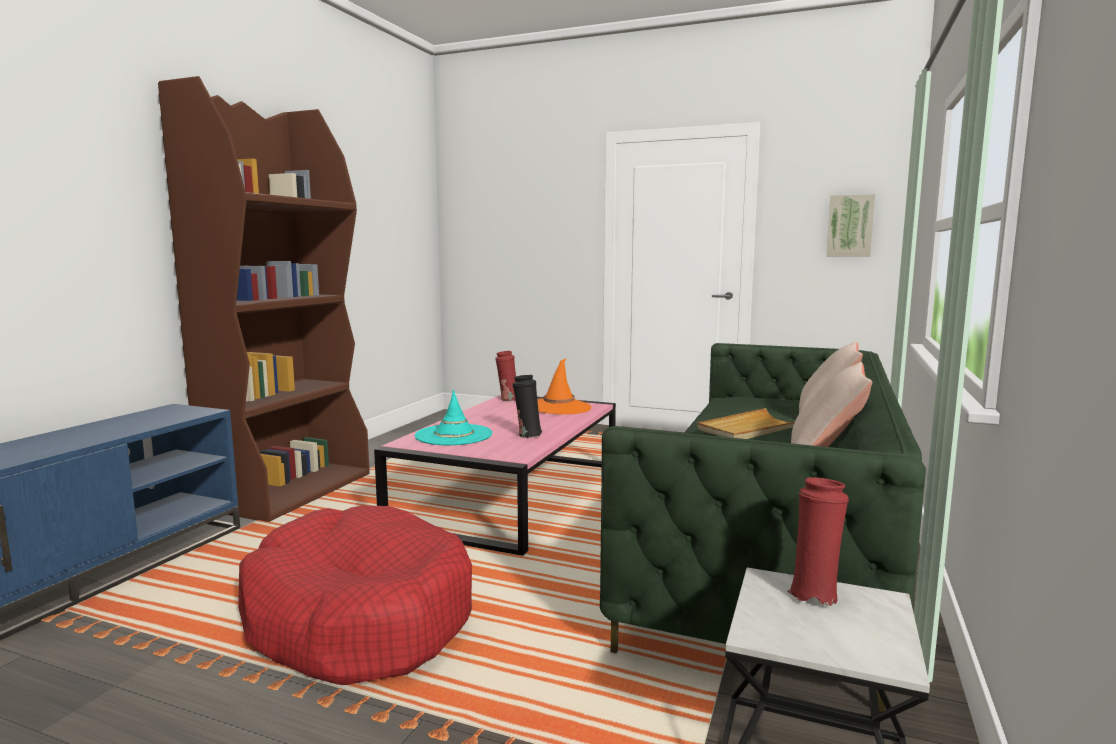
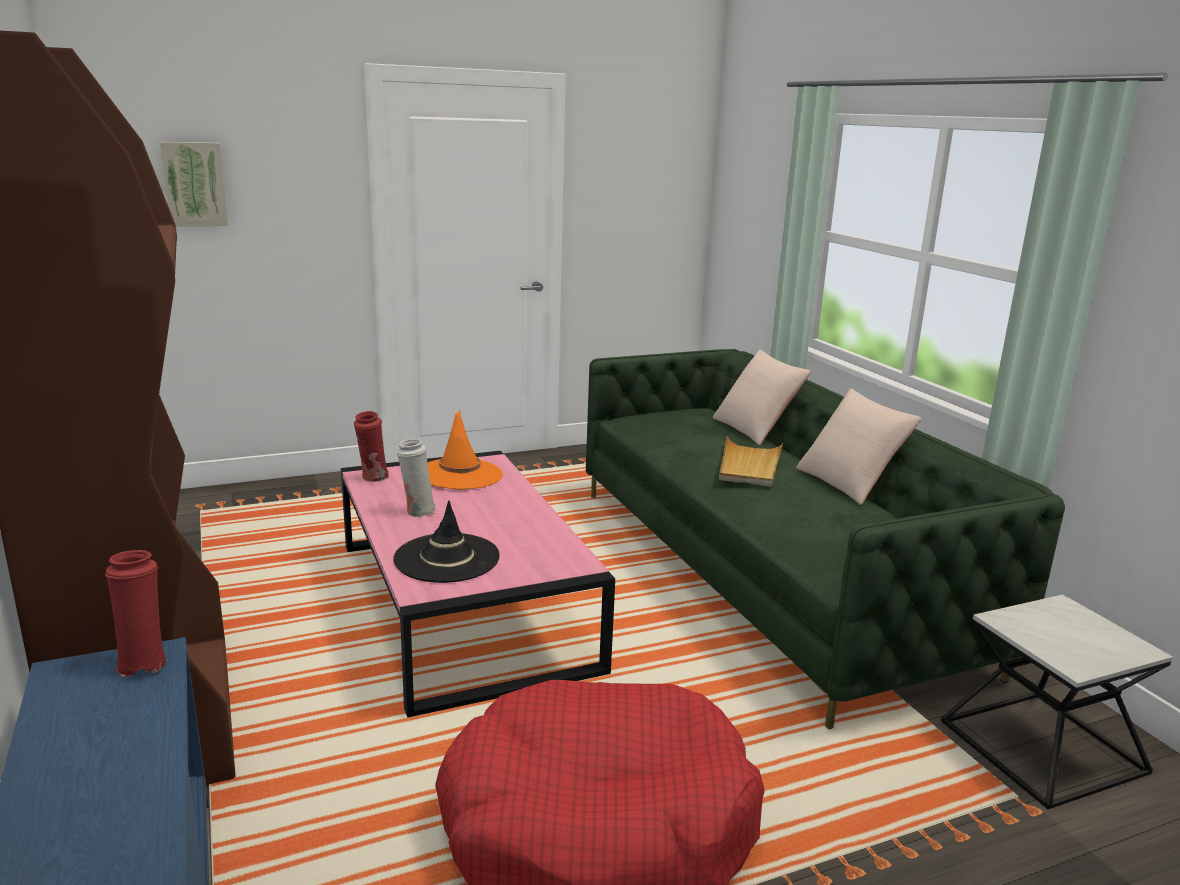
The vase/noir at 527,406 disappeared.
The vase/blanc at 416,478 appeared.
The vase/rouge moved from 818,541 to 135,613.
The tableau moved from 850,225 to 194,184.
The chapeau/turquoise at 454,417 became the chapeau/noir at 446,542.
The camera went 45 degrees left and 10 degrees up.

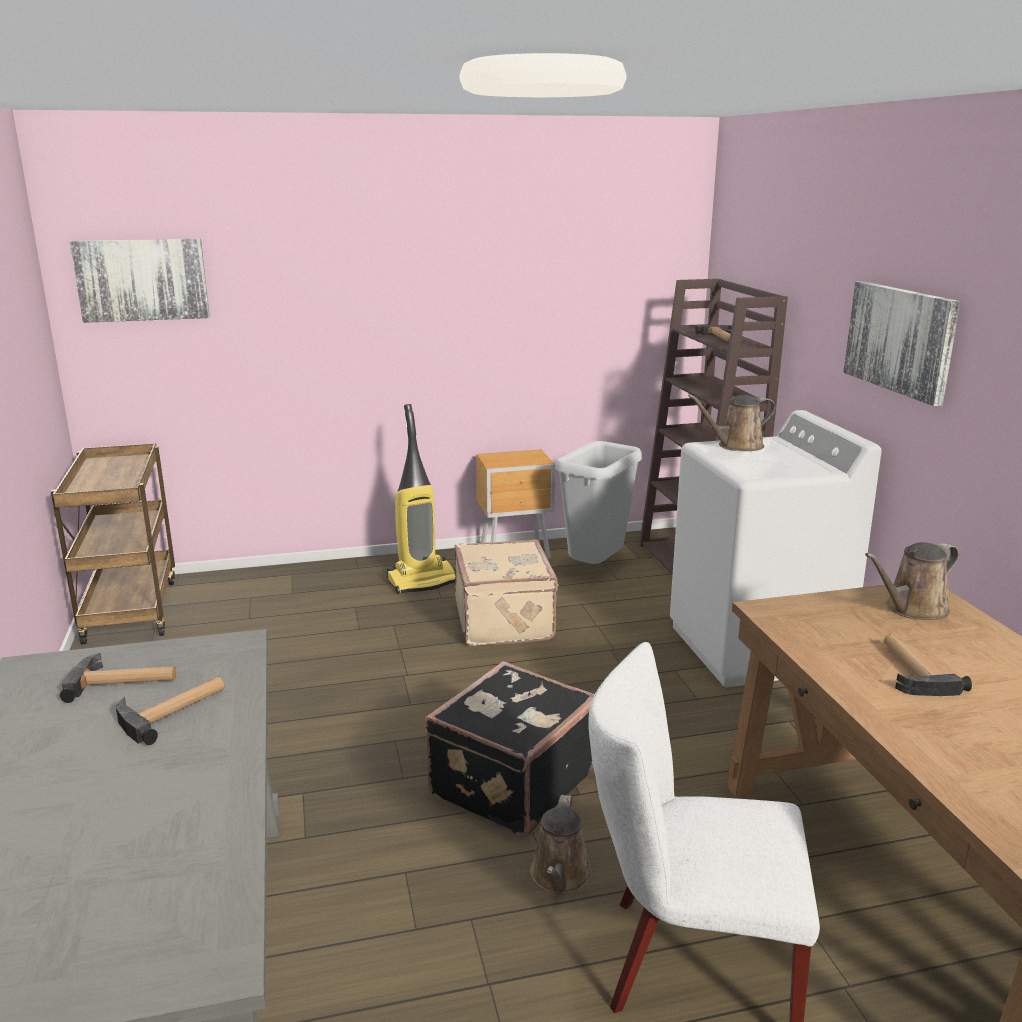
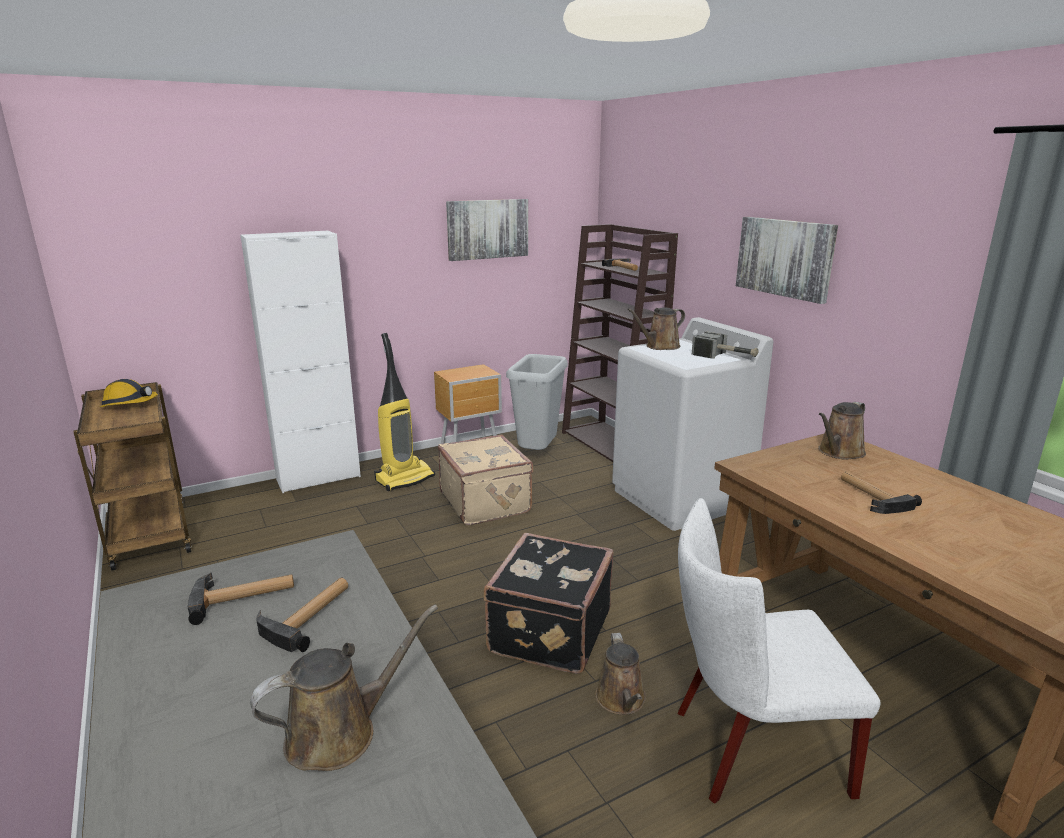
The casque de chantier at 129,393 appeared.
The meuble de rangement/blanc at 300,361 appeared.
The arrosoir/marron at 344,688 appeared.
The marteau at 725,345 appeared.
The tableau moved from 140,281 to 487,230.
The camera went 15 degrees left and 0 degrees up.

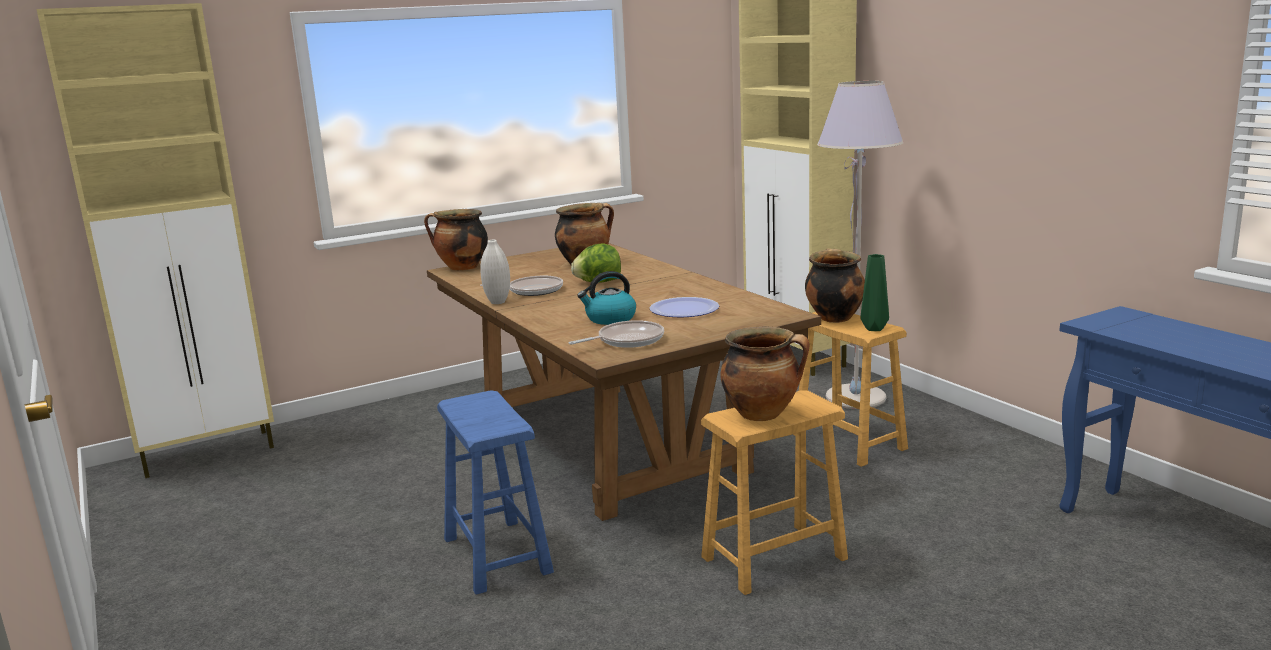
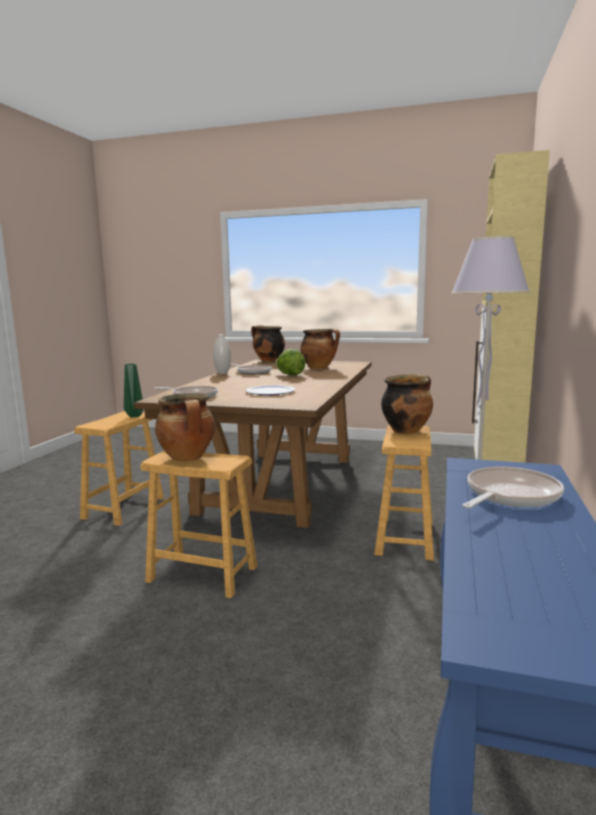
The meuble de rangement/beige at 155,240 disappeared.
The bouilloire at 606,298 disappeared.
The poêle at 513,487 appeared.
The vase/vert moved from 874,292 to 133,390.
The tabouret/bleu at 495,492 became the tabouret/marron at 119,468.
The camera went 45 degrees right and 5 degrees down.

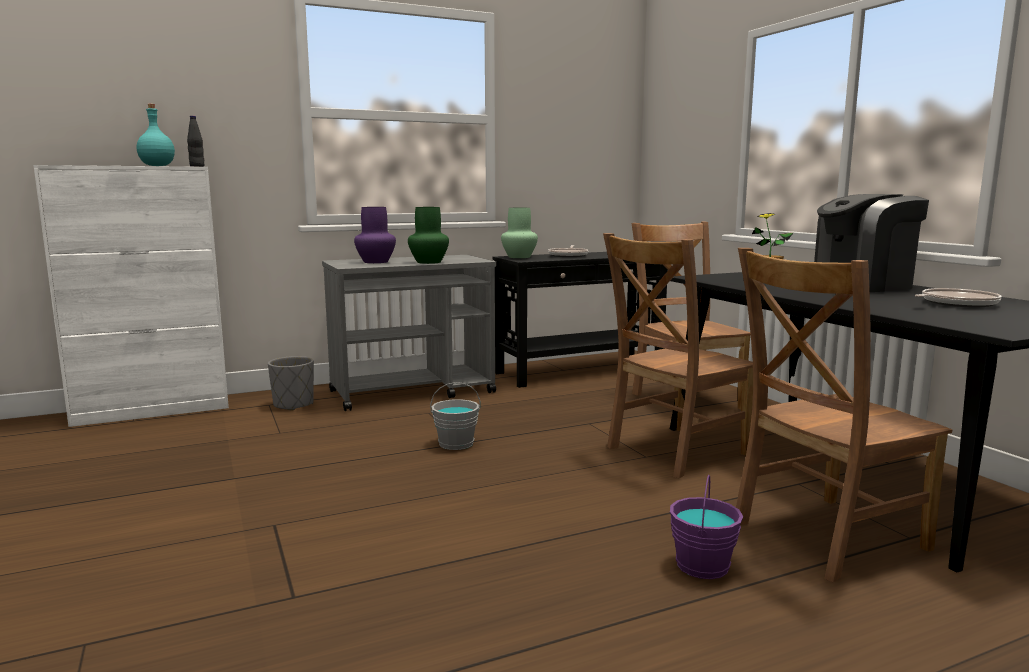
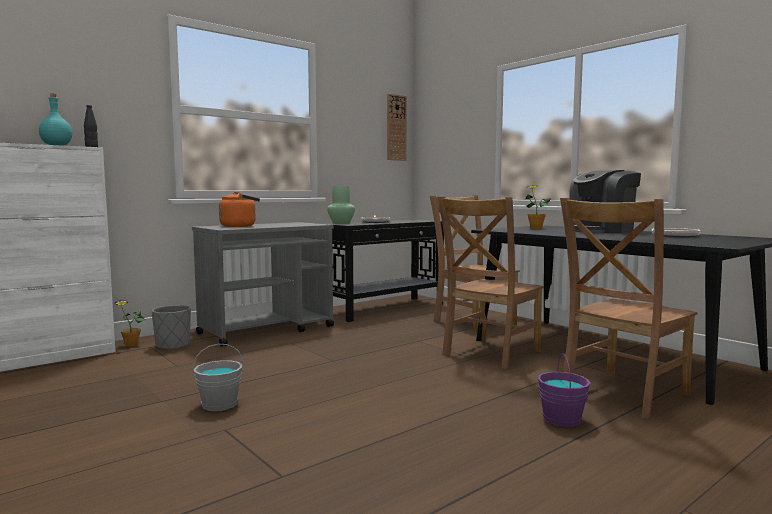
The vase/vert at 428,235 disappeared.
The plante en pot at 129,323 appeared.
The horloge murale at 397,127 appeared.
The seau/gris moved from 455,416 to 217,377.
The vase/violet at 375,235 was replaced by the bouilloire/orange at 239,209.
The camera went 15 degrees left and 5 degrees down.

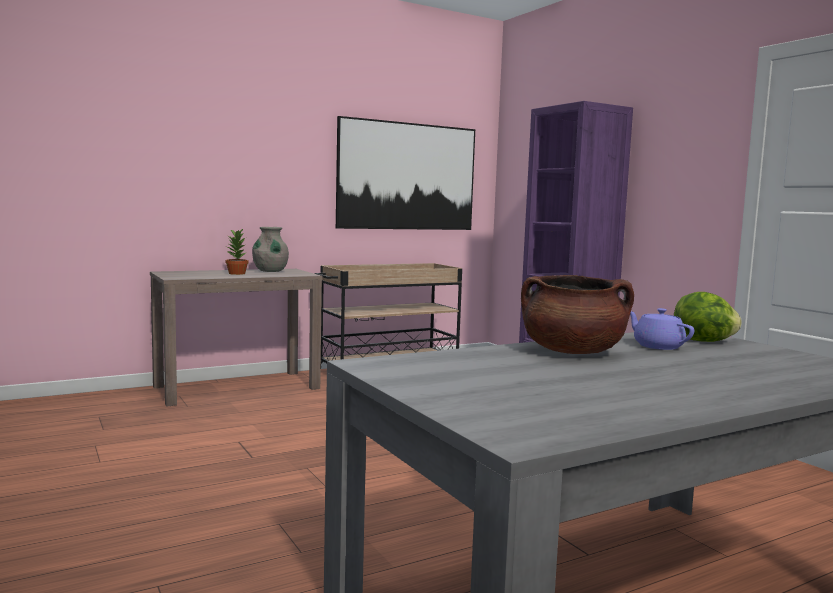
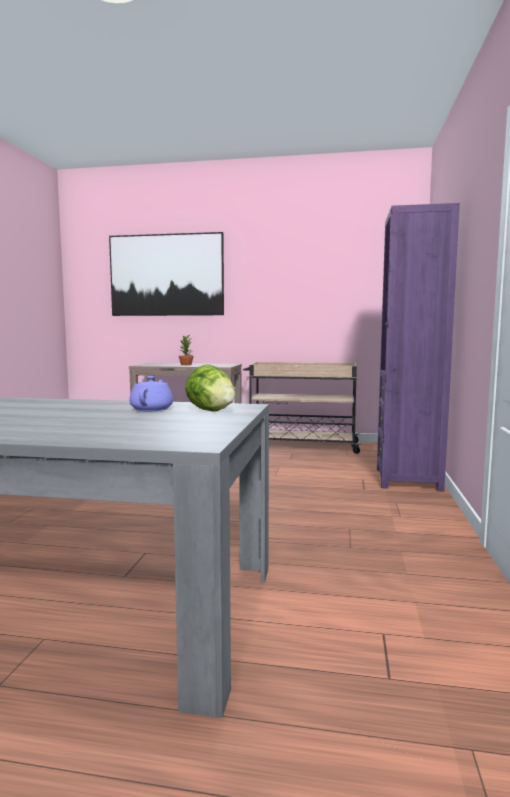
The vase/gris at 270,249 disappeared.
The marmite/marron at 577,314 disappeared.
The tableau moved from 405,173 to 166,274.
The camera went 40 degrees right and 0 degrees up.

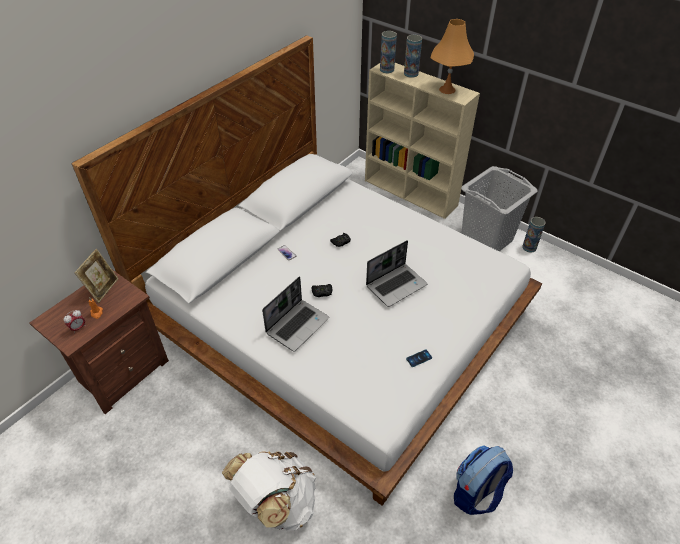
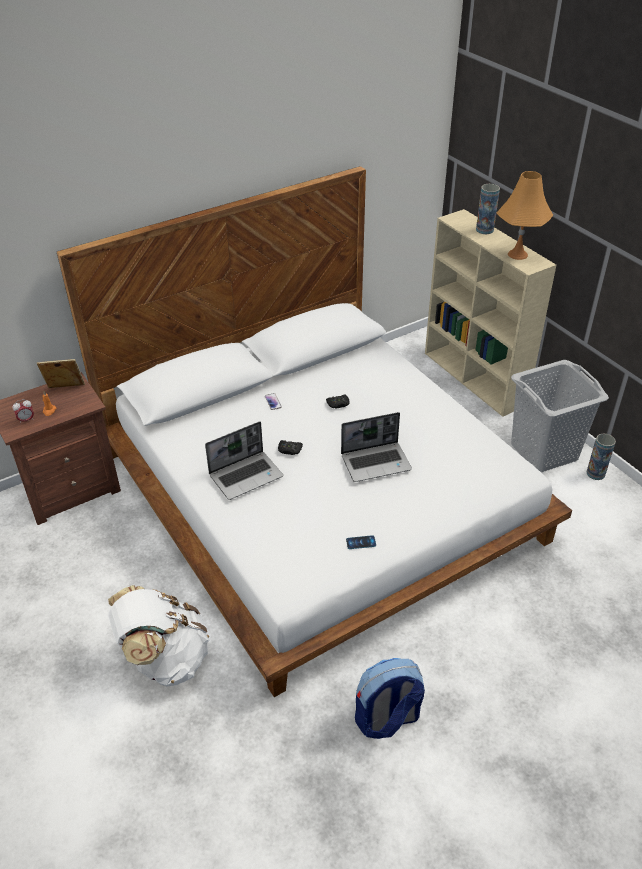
The vase at 388,52 disappeared.
The cadre photo at 97,276 turned 135 degrees counterclockwise.
The camera went 20 degrees right and 5 degrees down.

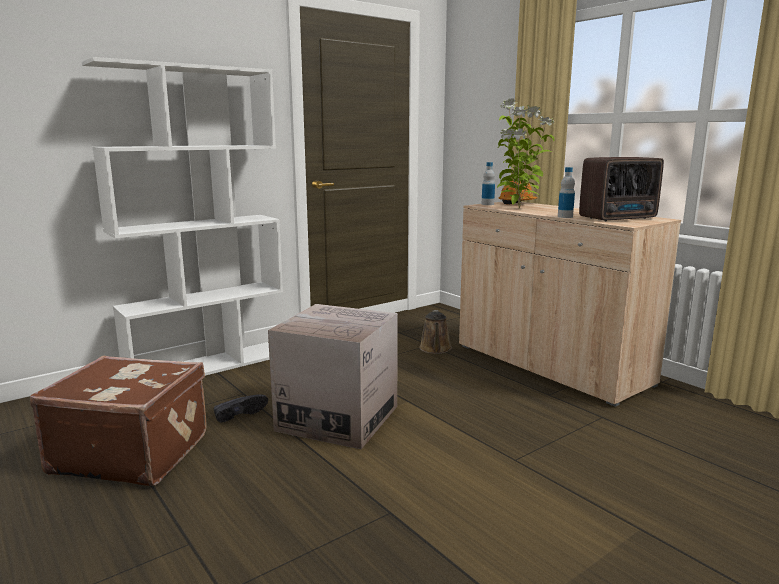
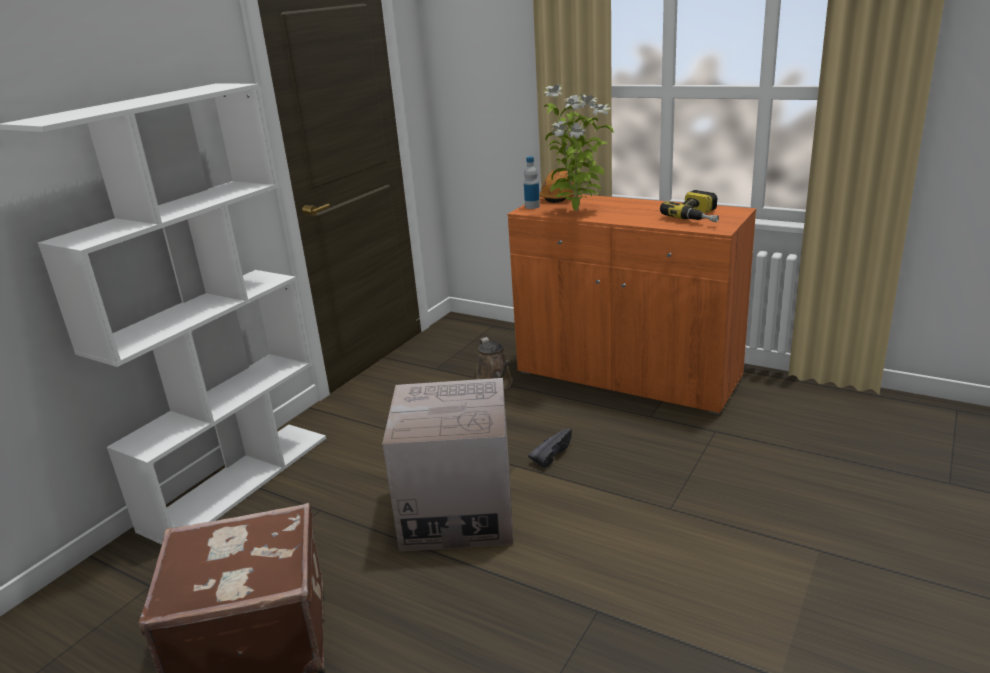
The bouteille at 566,192 disappeared.
The chaussure/noir moved from 241,408 to 550,448.
The radio at 621,189 was replaced by the perceuse at 689,206.
The meuble de rangement/beige at 570,304 became the meuble de rangement/orange at 632,305.
The camera went 20 degrees left and 10 degrees up.

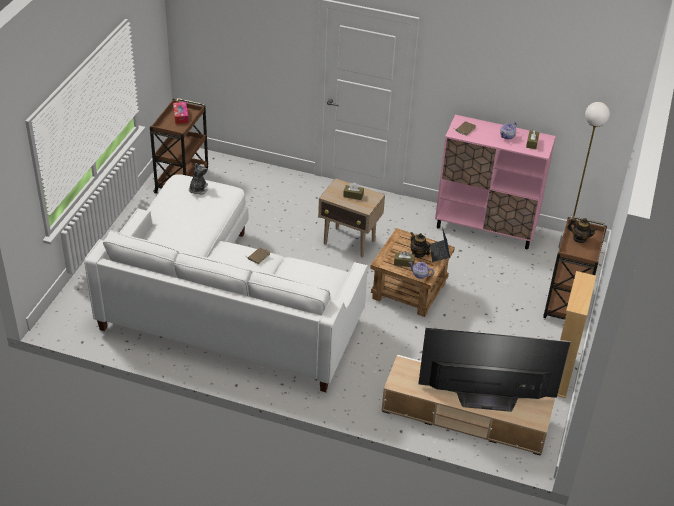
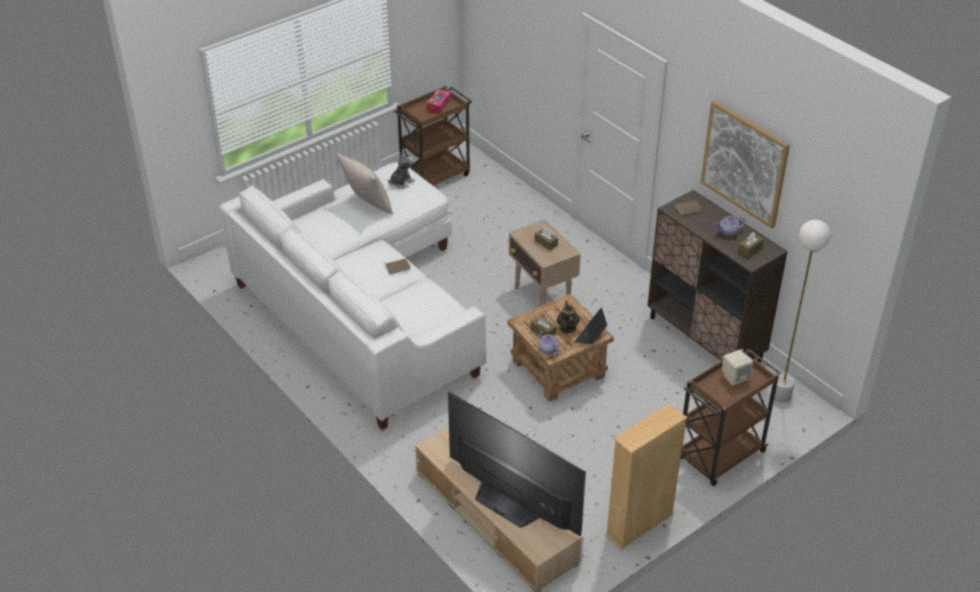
The coussin/beige at 365,184 appeared.
The tableau at 745,164 appeared.
The théière at 582,230 was replaced by the enceinte/beige at 737,368.
The meuble de rangement/rose at 495,182 became the meuble de rangement/marron at 717,276.
The camera went 35 degrees right and 0 degrees up.

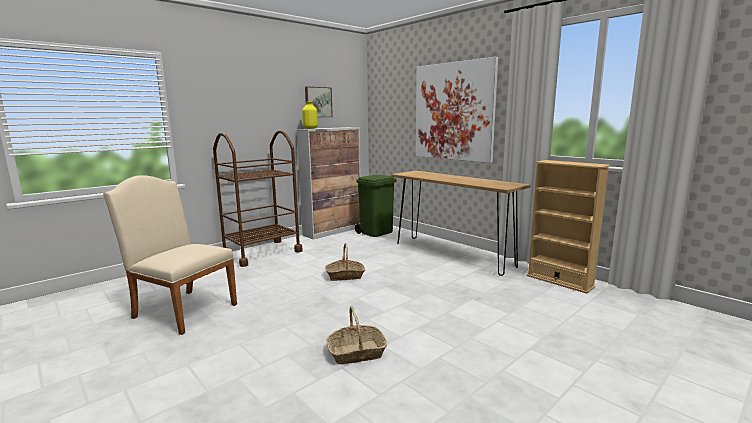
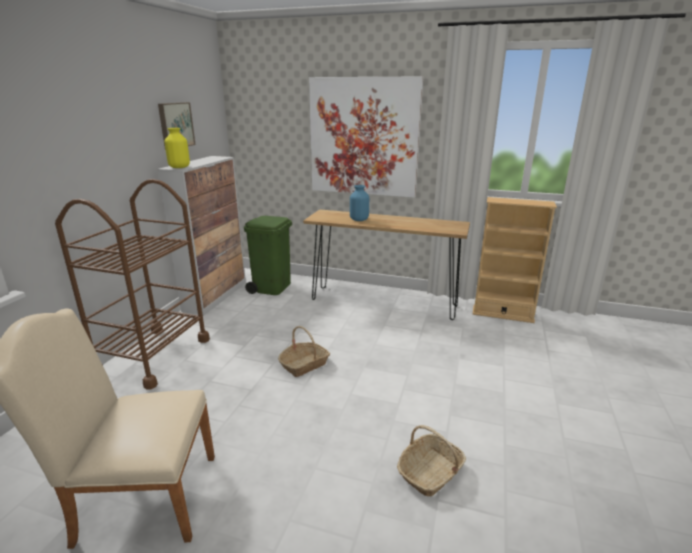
The vase/bleu at 359,203 appeared.
The camera went 30 degrees left and 10 degrees up.

